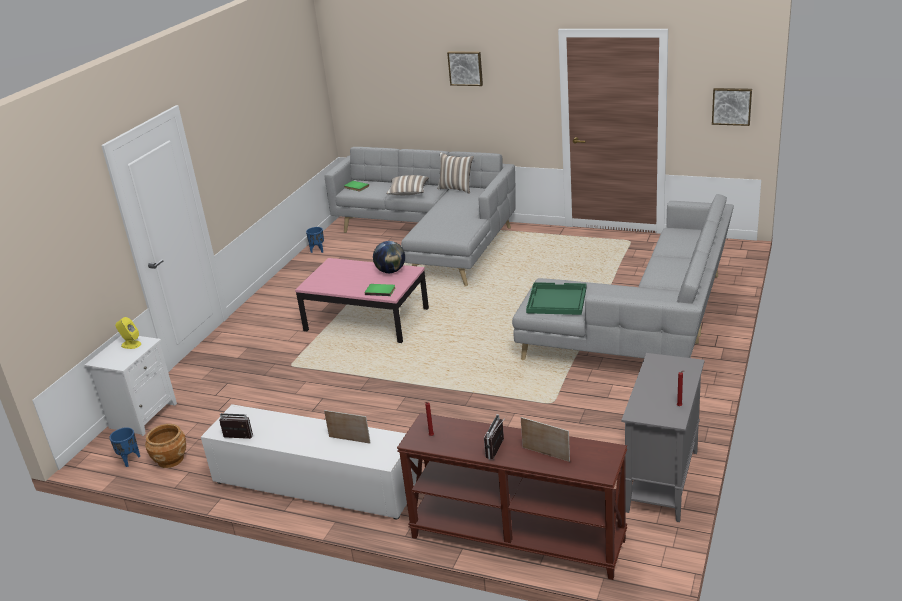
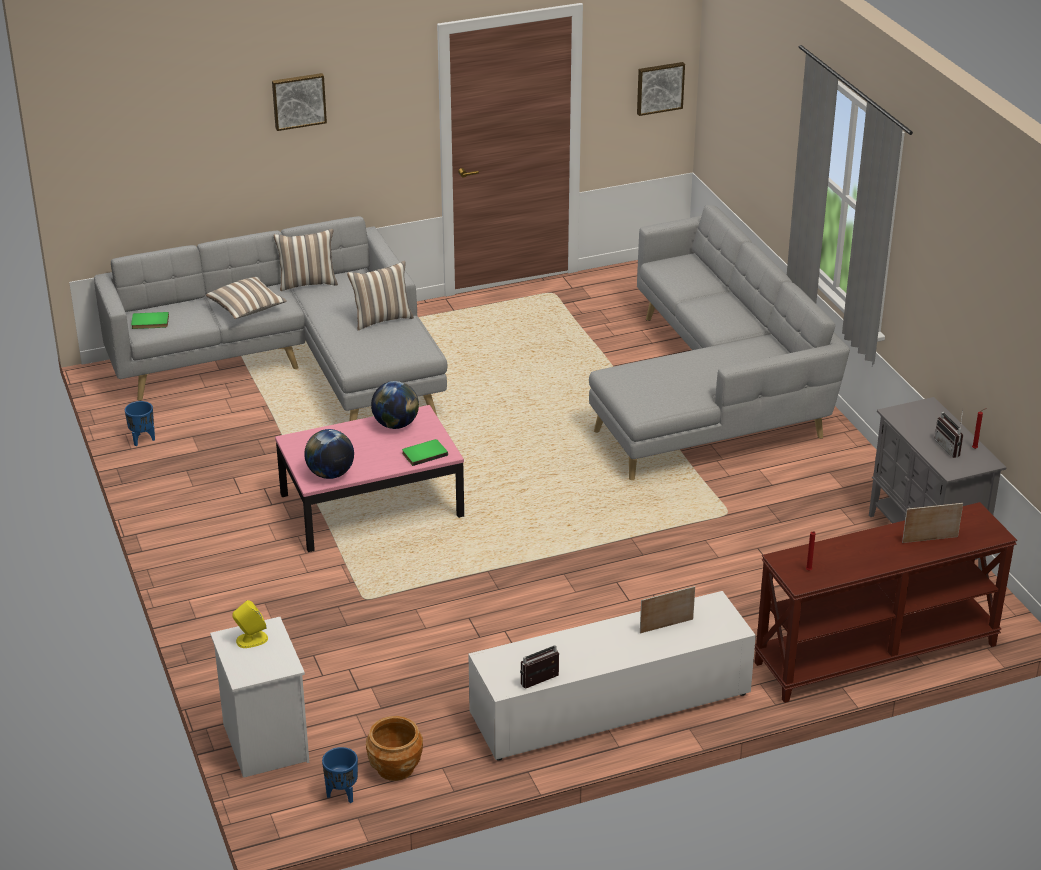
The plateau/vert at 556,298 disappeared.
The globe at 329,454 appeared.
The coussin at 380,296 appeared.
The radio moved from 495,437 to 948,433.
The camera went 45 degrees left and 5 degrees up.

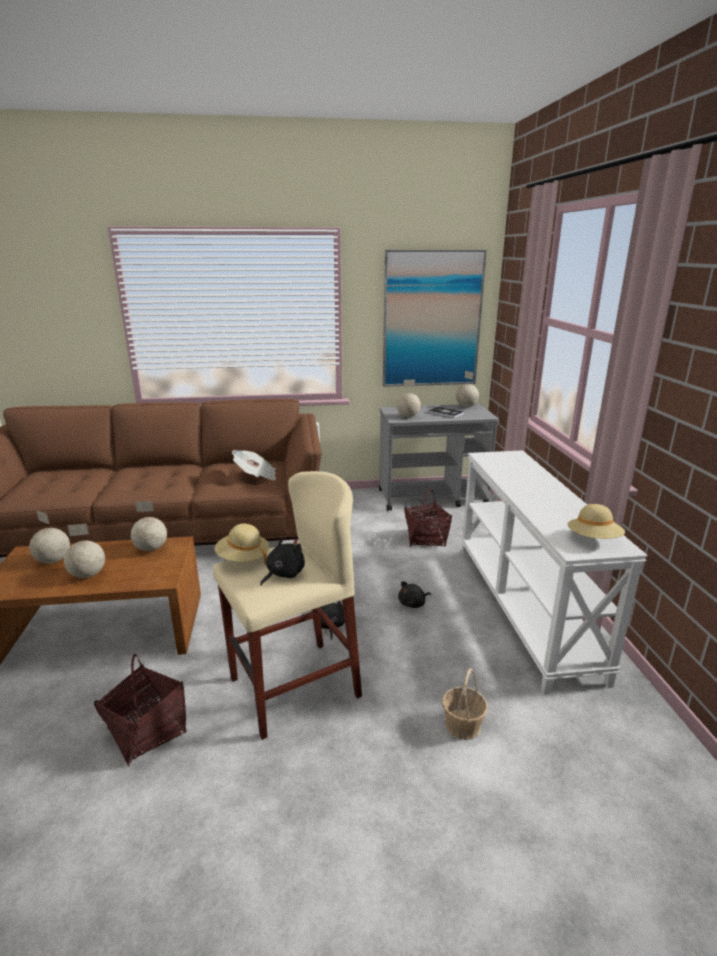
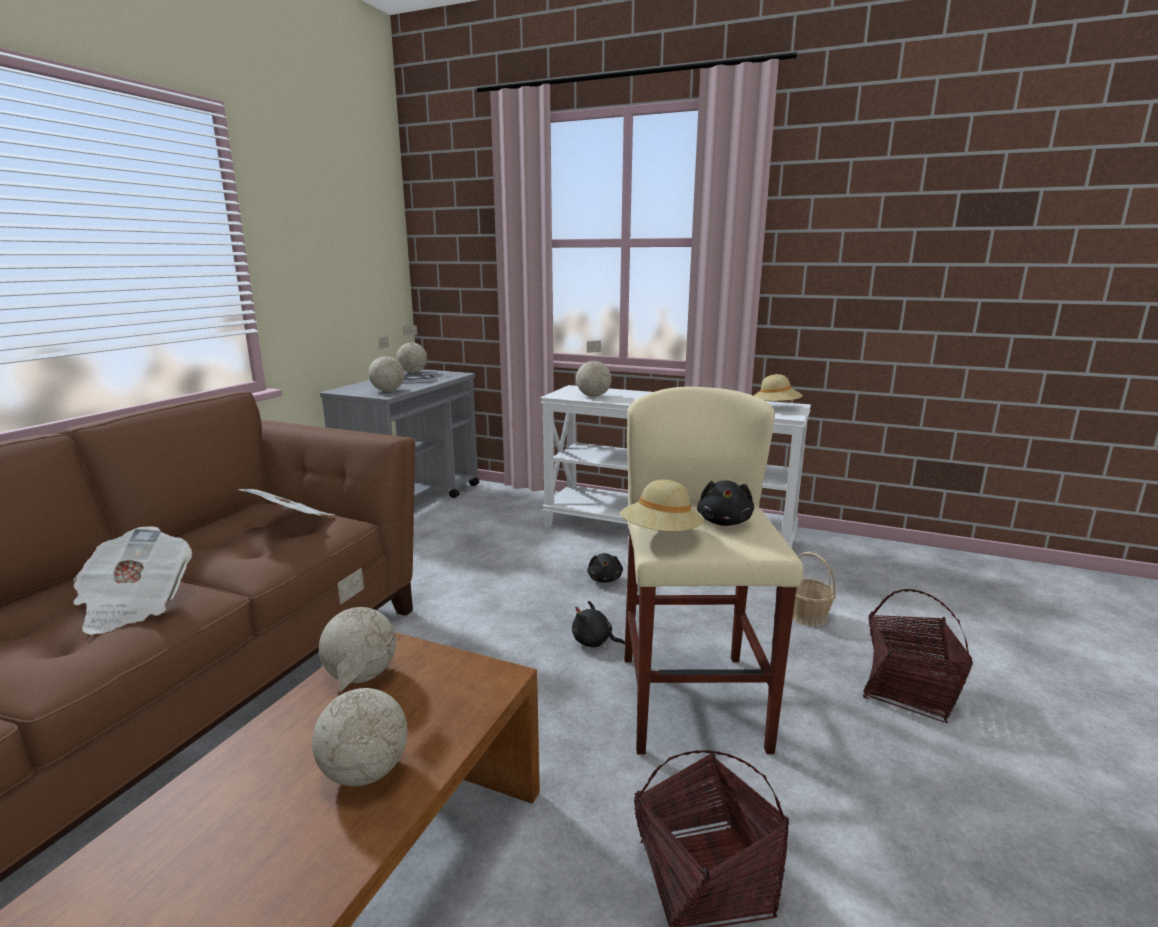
The tableau at 435,318 disappeared.
The journal at 132,580 appeared.
The globe moved from 49,537 to 594,368.
The panier moved from 428,518 to 918,656.
The peluche/noir at 282,561 turned 150 degrees counterclockwise.
The camera went 60 degrees left and 5 degrees down.

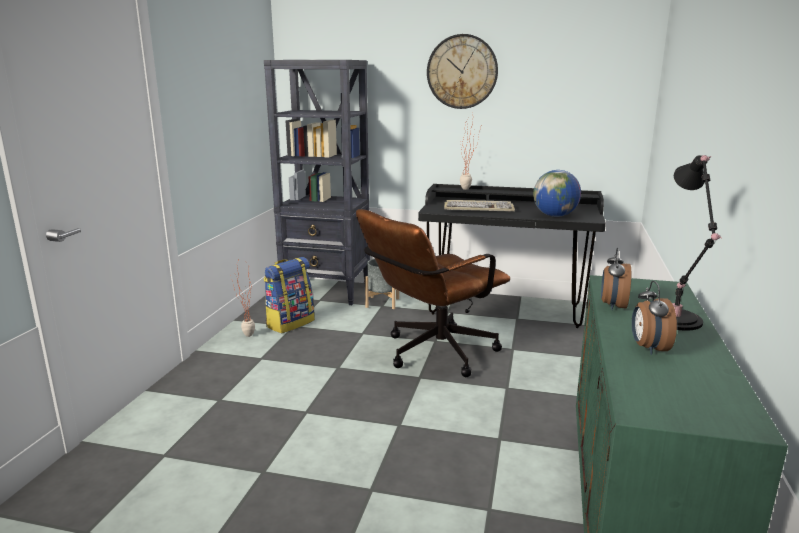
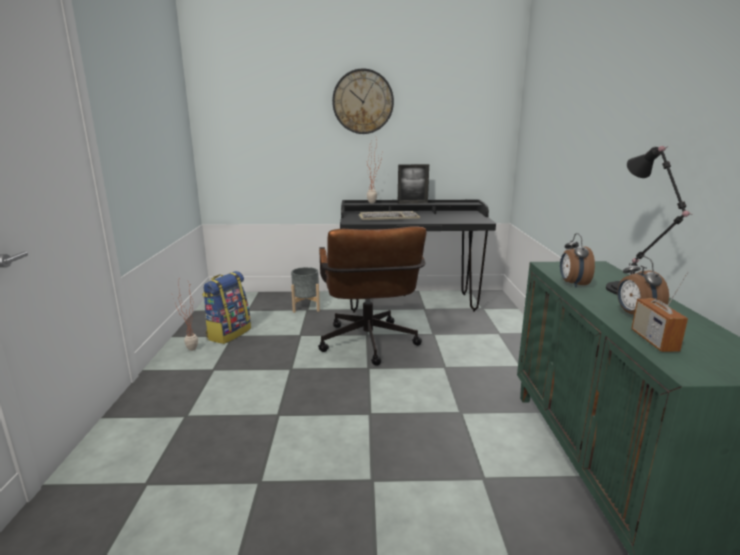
The bibliothèque/noir at 317,182 disappeared.
The globe at 557,193 disappeared.
The cadre photo at 413,184 appeared.
The radio at 660,312 appeared.
The chaise de bureau/marron at 433,293 turned 45 degrees counterclockwise.
The camera went 15 degrees left and 0 degrees up.

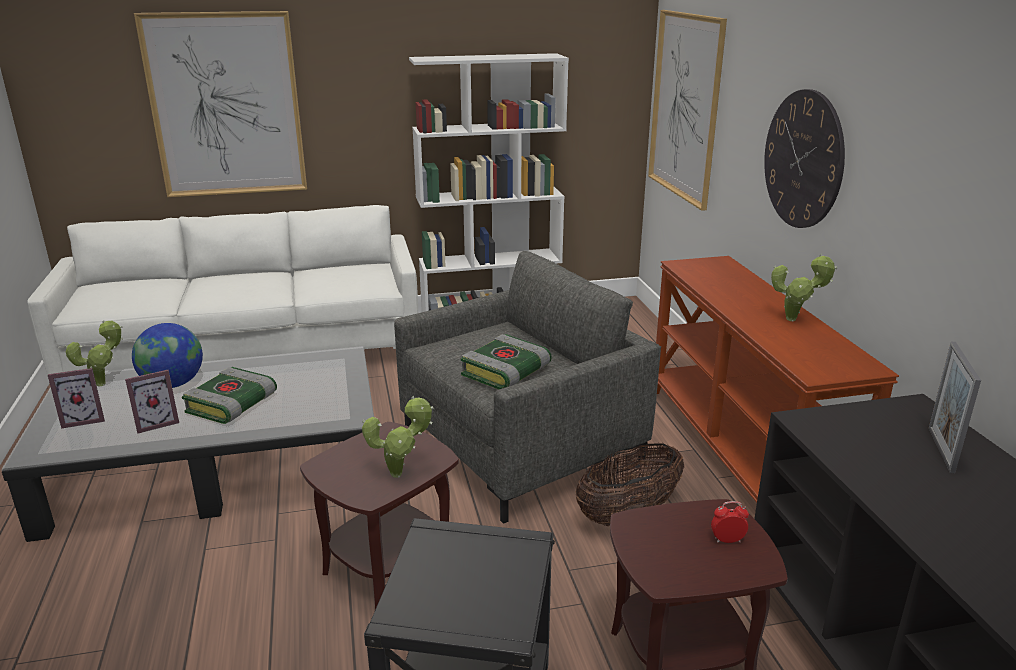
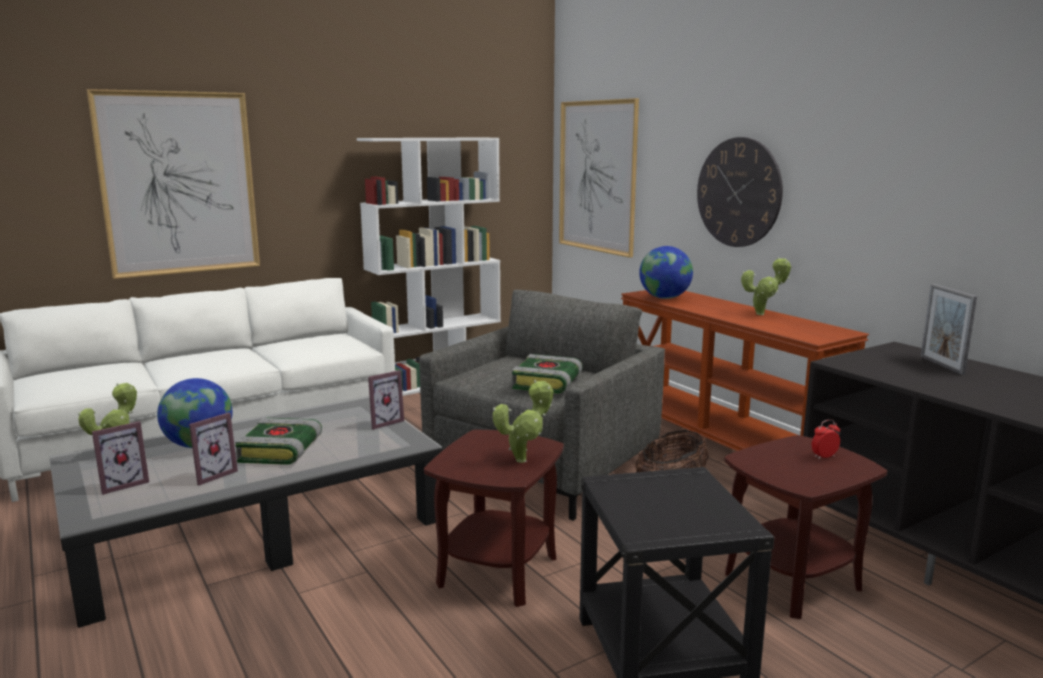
The cadre photo at 386,400 appeared.
The globe at 666,272 appeared.
The camera went 20 degrees left and 10 degrees down.

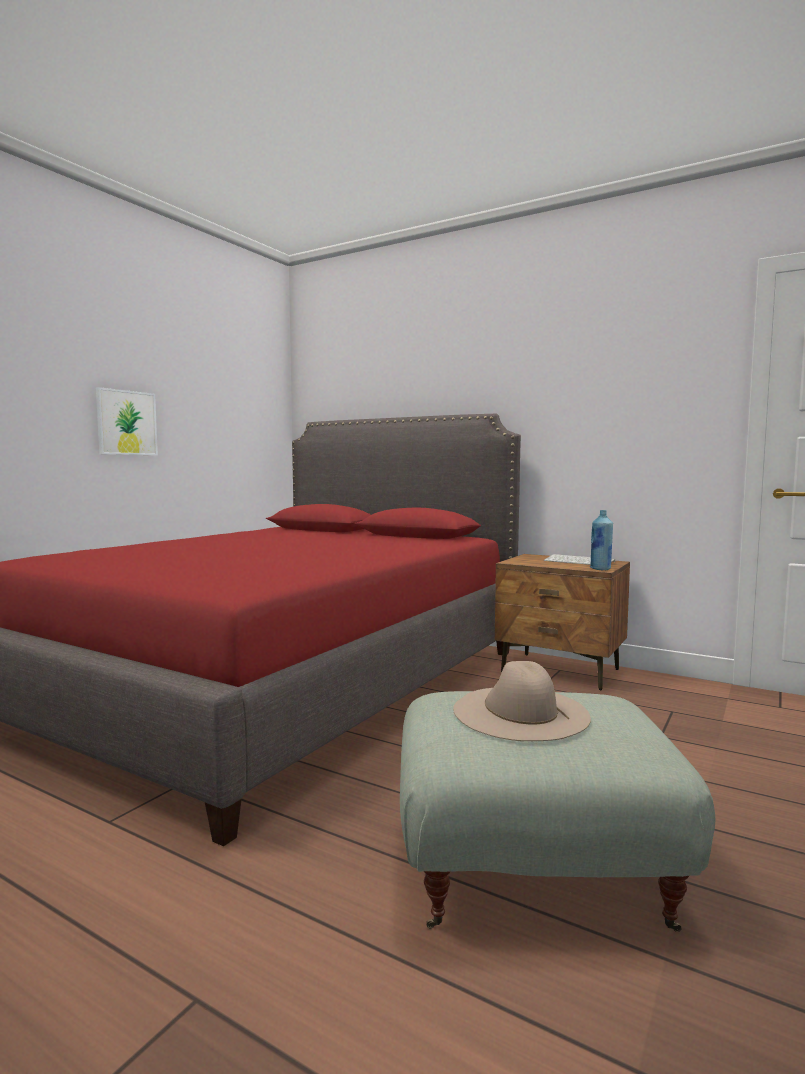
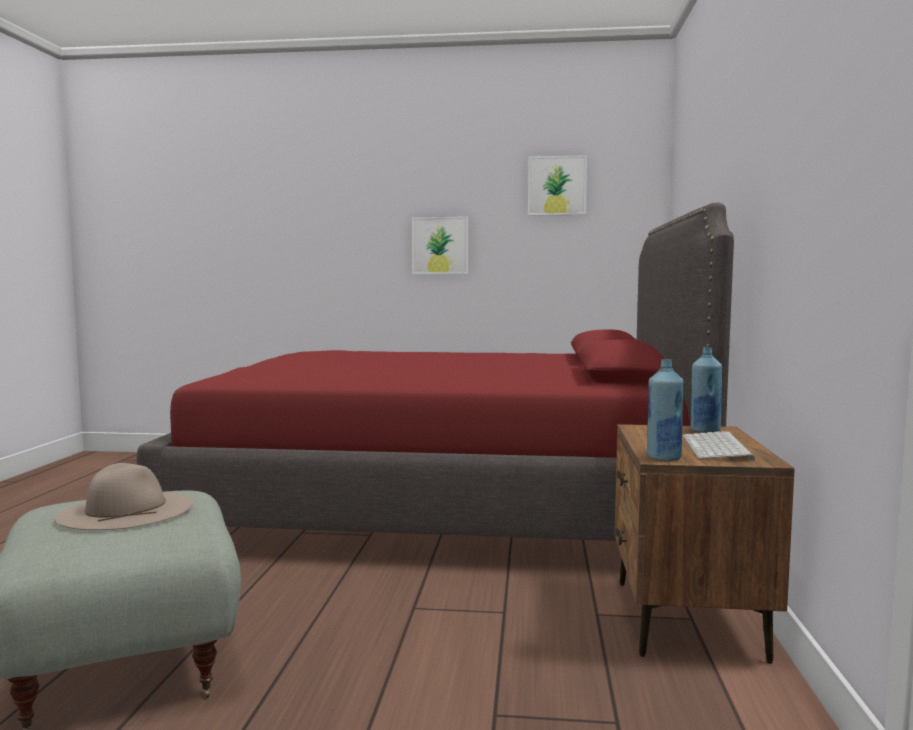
The tableau at 557,185 appeared.
The bouteille/bleu at 706,390 appeared.
The camera went 65 degrees right and 0 degrees up.

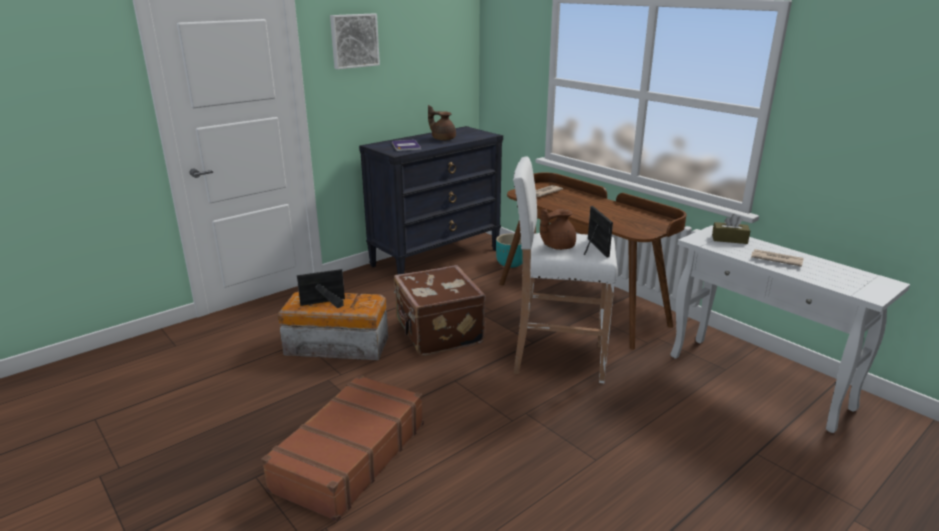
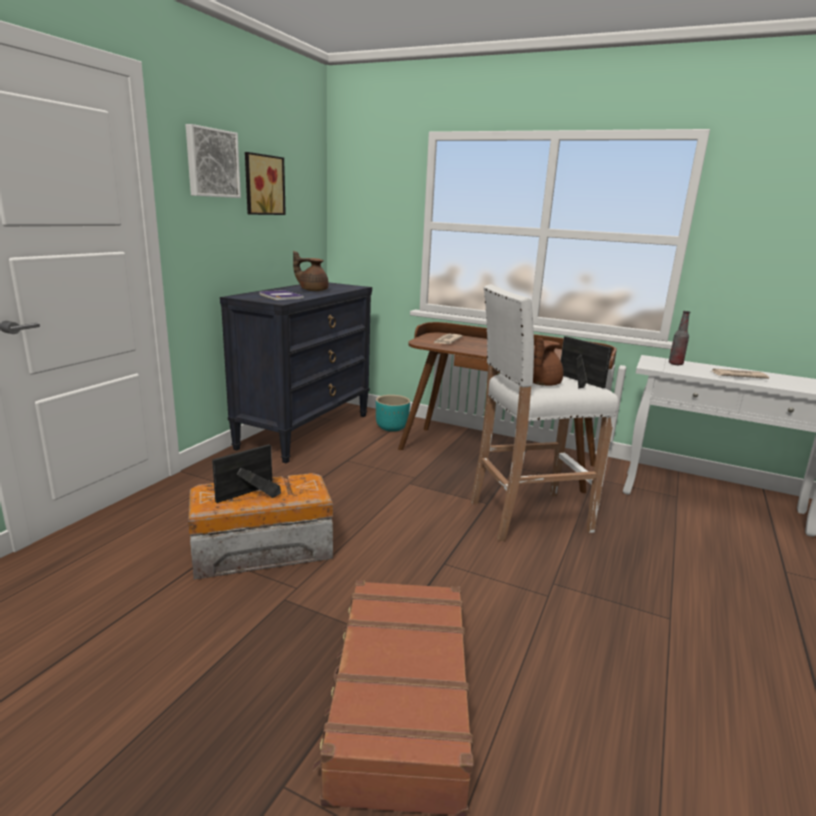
The valise/marron at 440,310 disappeared.
The tableau at 265,183 appeared.
The boîte à mouchoirs/marron at 731,229 was replaced by the bouteille at 679,338.
The camera went 25 degrees left and 5 degrees down.

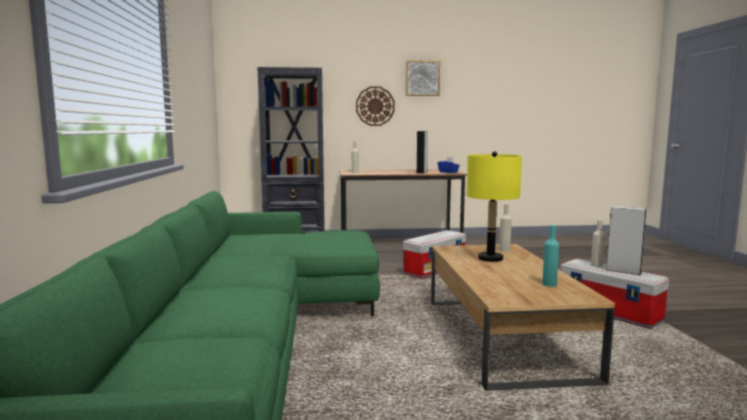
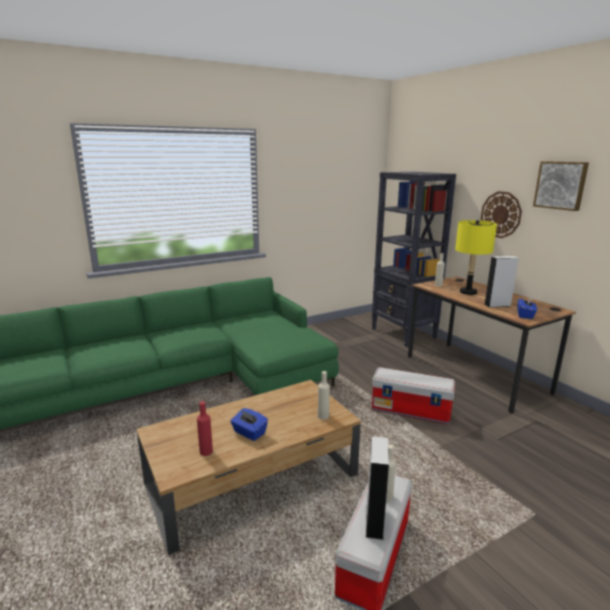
The boîte à mouchoirs/bleu at 249,424 appeared.
The lampe de table/jaune moved from 494,206 to 476,257.
The bouteille/turquoise at 550,256 became the bouteille/rouge at 205,428.
The camera went 65 degrees right and 10 degrees up.

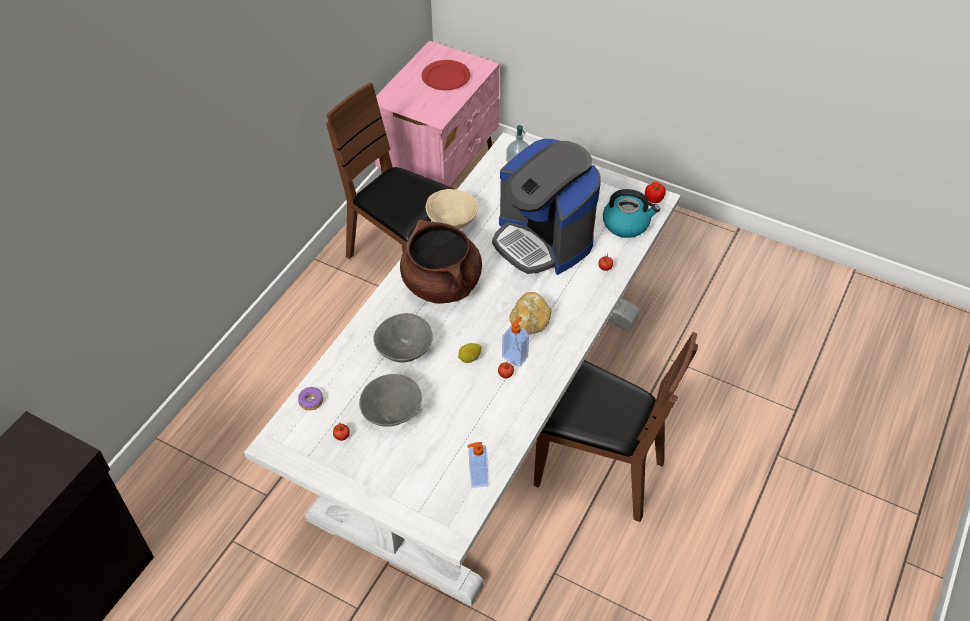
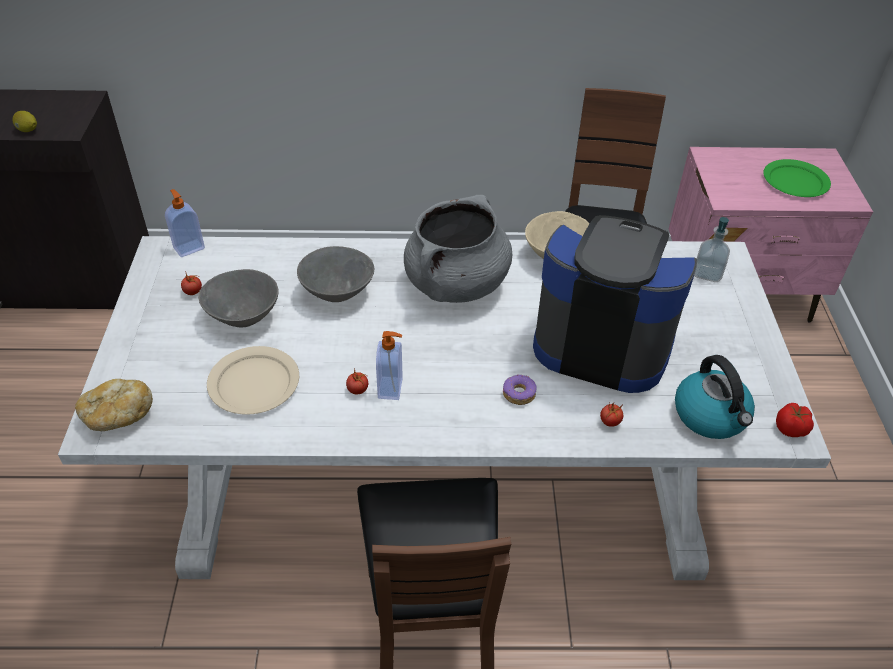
The assiette/beige at 253,380 appeared.
The beignet moved from 310,398 to 520,389.
The citron moved from 470,353 to 25,121.
The distributeur de savon moved from 477,465 to 185,223.
The pain moved from 530,313 to 114,405.
The marmite/marron at 441,262 became the marmite/gris at 458,249.
The assiette/rouge at 446,75 became the assiette/vert at 797,178.
The machine à café at 546,207 turned 90 degrees clockwise.
The camera went 60 degrees right and 5 degrees down.

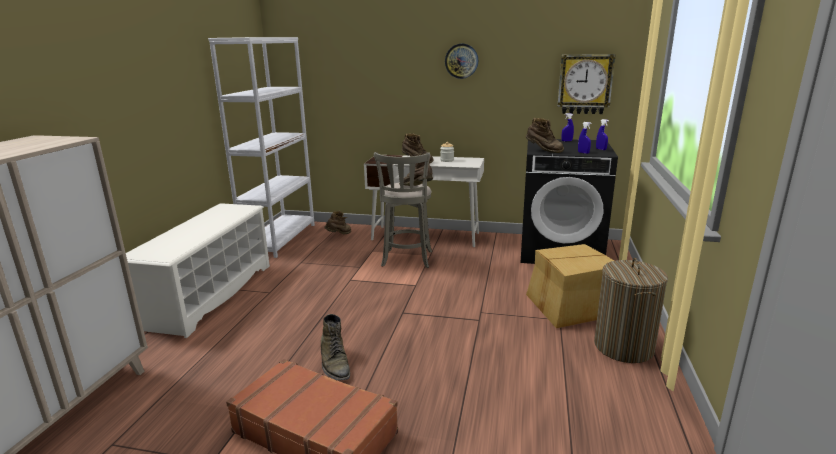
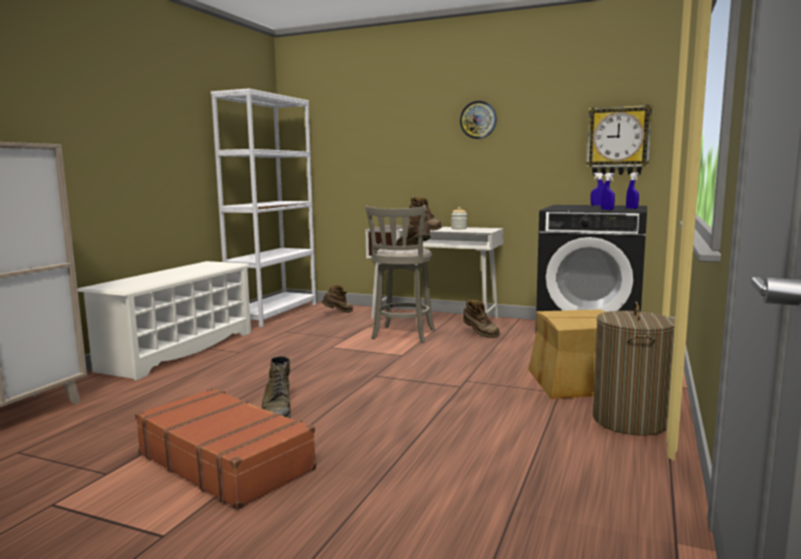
The botte/marron moved from 545,135 to 481,319.
The camera went 10 degrees right and 10 degrees down.

